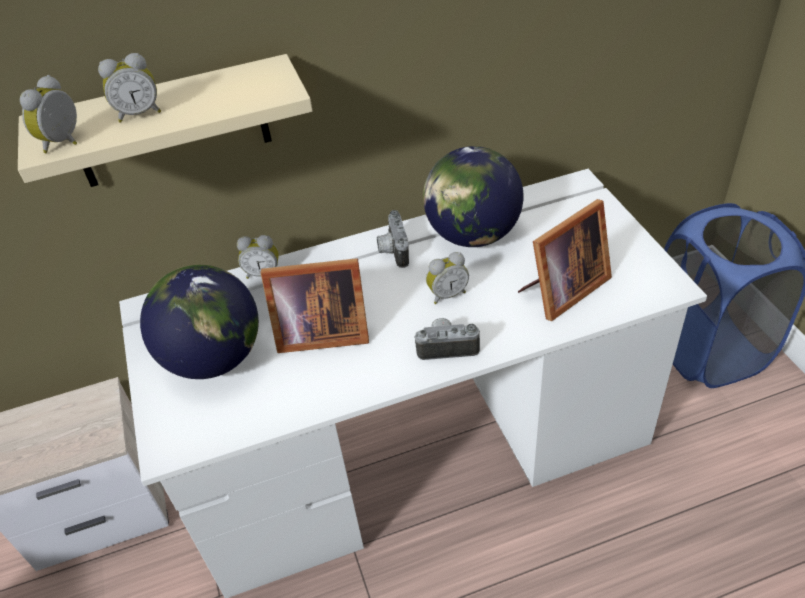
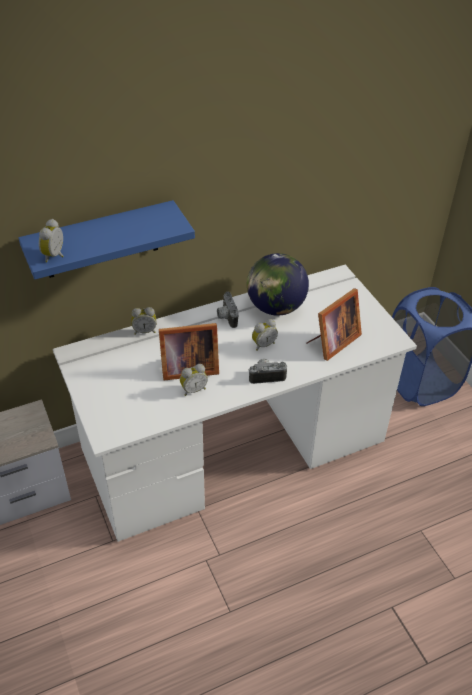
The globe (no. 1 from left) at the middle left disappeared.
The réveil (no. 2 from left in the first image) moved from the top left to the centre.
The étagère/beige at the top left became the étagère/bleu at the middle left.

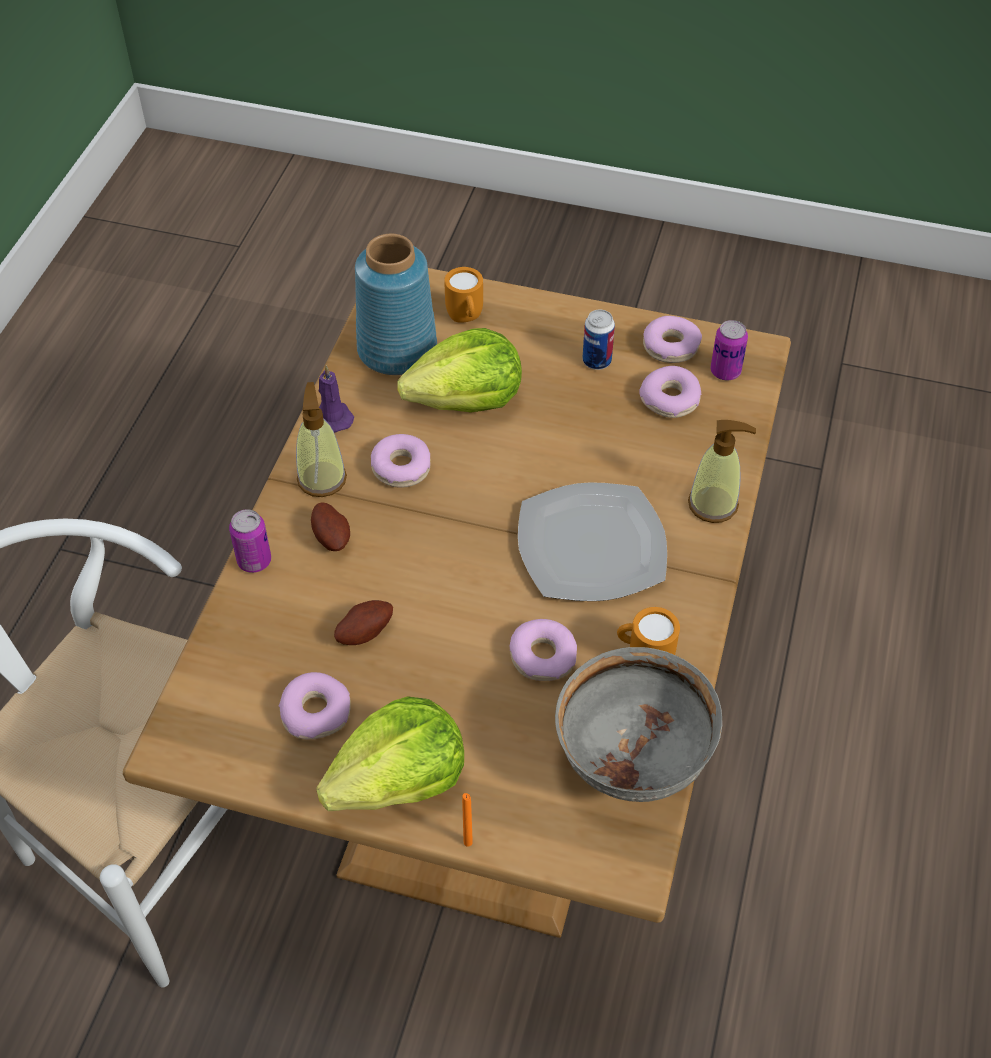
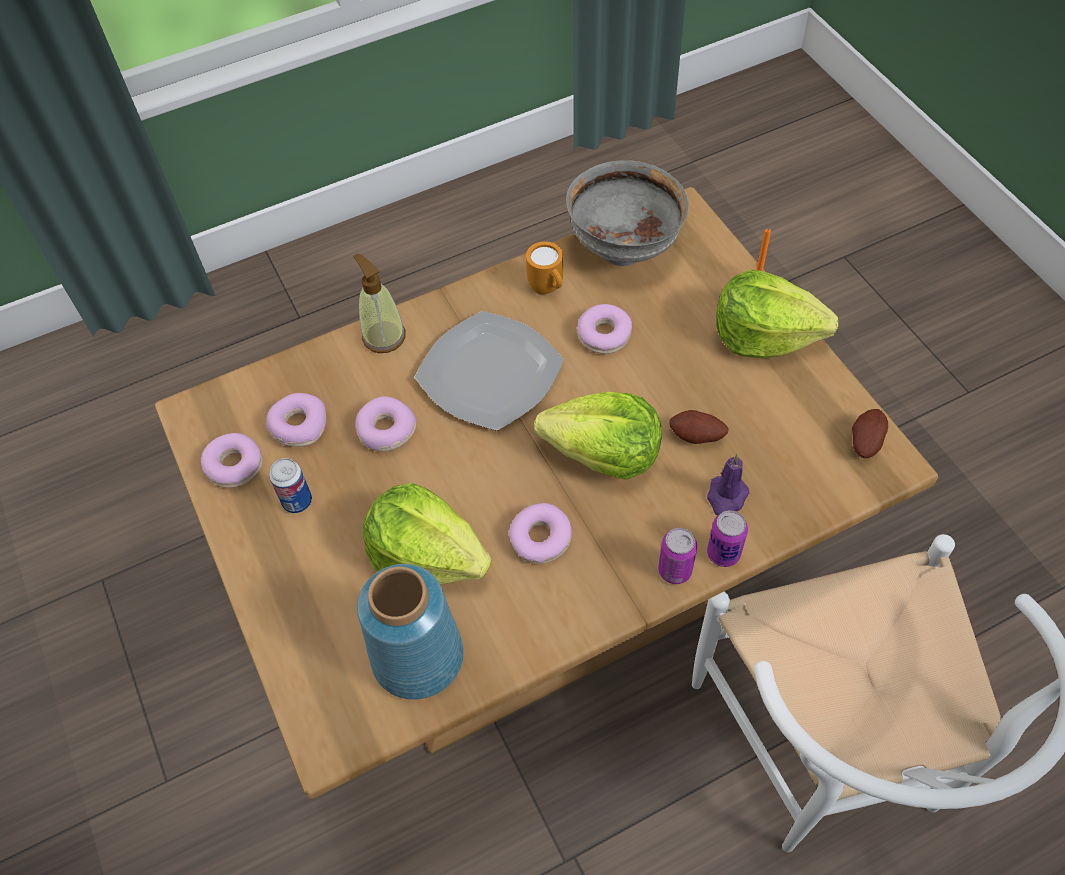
The distributeur de savon (no. 1 from left) at the middle left disappeared.
The mug/orange (no. 1 from left) at the top centre disappeared.
The laitue (no. 2 from left) at the centre appeared.
The beignet (no. 1 from left in the first image) moved from the bottom left to the centre.
The pomme de terre (no. 1 from left in the first image) moved from the middle left to the middle right.
The bougie/violet moved from the centre to the middle right.
The boîte métallique (no. 3 from left in the first image) moved from the top right to the centre.

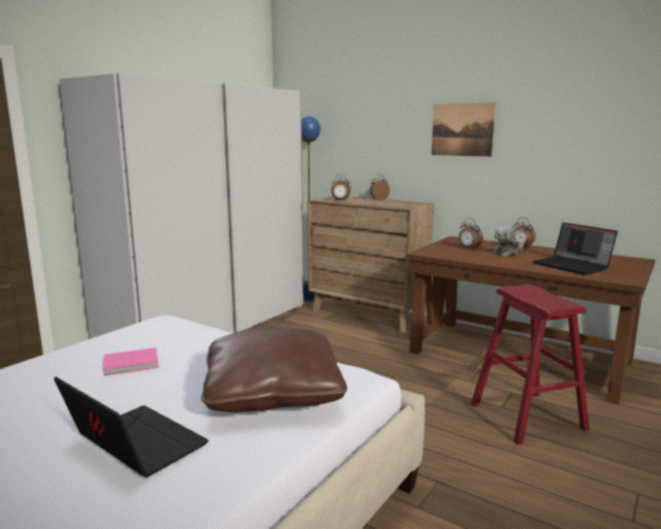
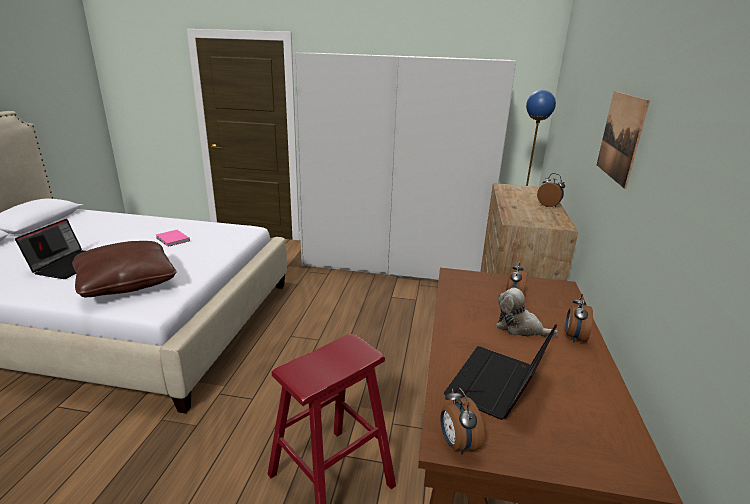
The réveil (no. 1 from left) moved from the centre to the bottom centre.

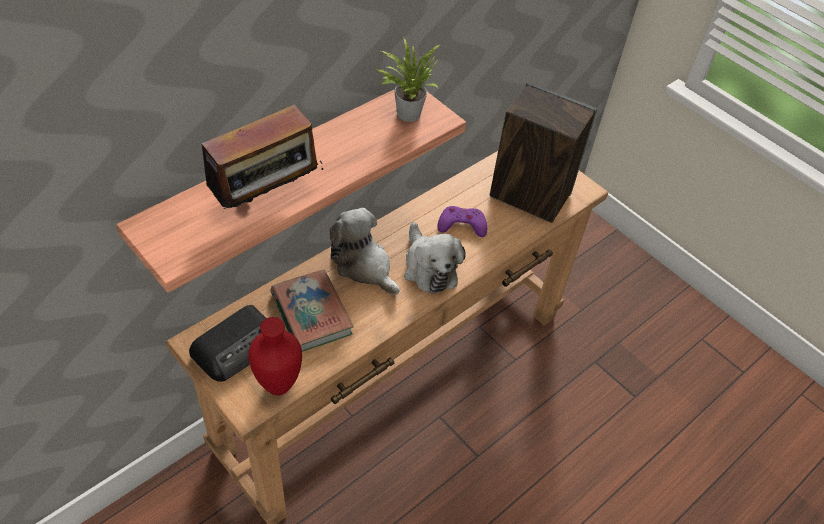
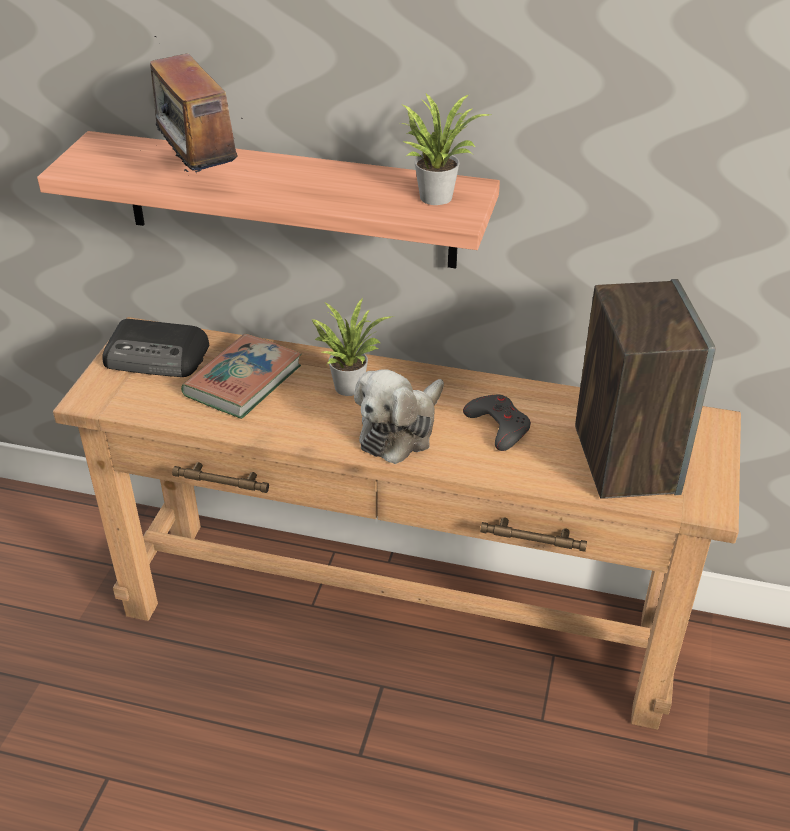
The vase/rouge at the bottom centre disappeared.
The peluche (no. 1 from left) at the centre was replaced by the plante en pot (no. 1 from left) at the centre.
The manette/violet at the centre became the manette/gris at the centre.
The radio (no. 2 from left) at the top left turned 45 degrees clockwise.

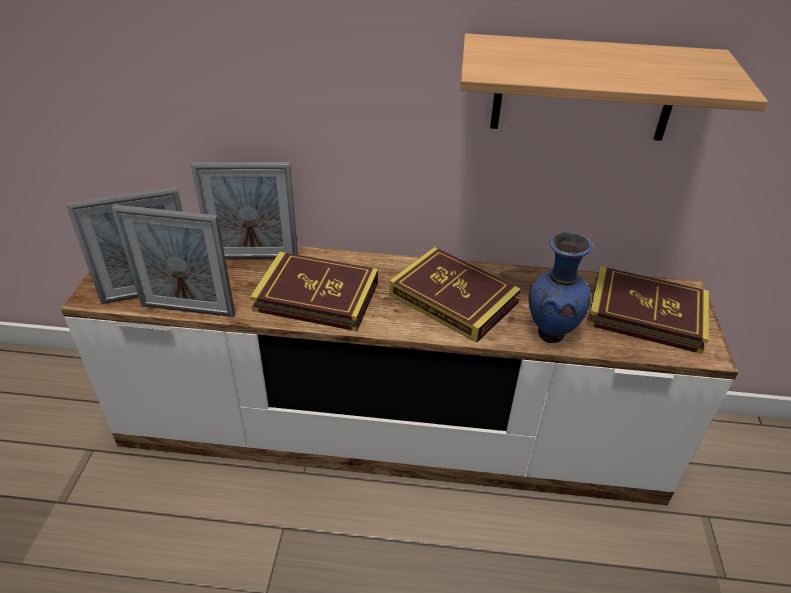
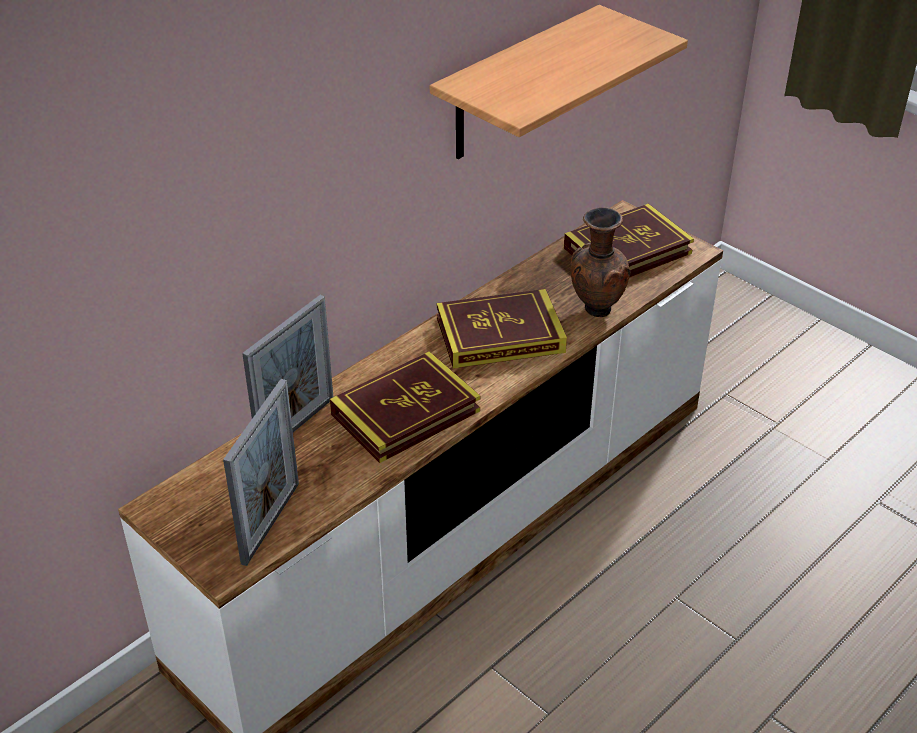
The cadre photo (no. 2 from left) at the middle left disappeared.
The vase/bleu at the middle right became the vase/marron at the centre.

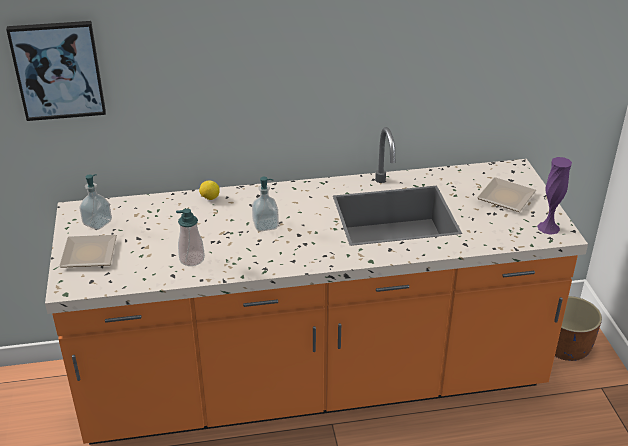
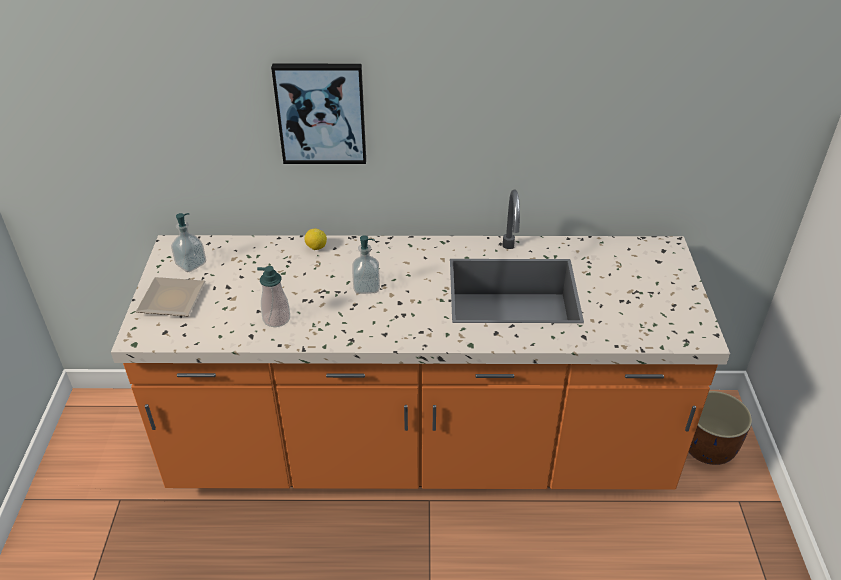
The assiette (no. 2 from left) at the middle right disappeared.
The vase/violet at the middle right disappeared.
The tableau moved from the top left to the top centre.

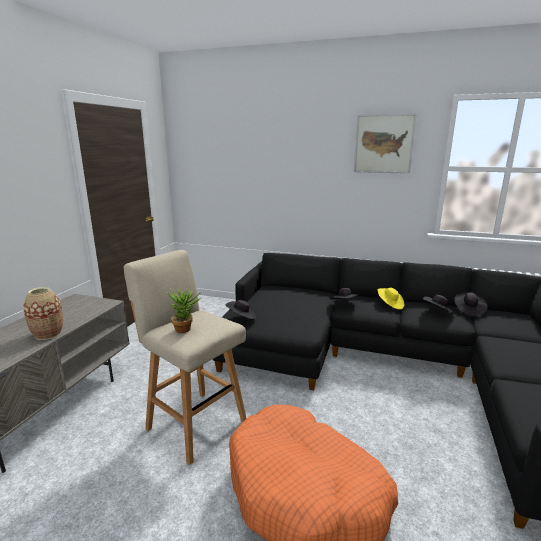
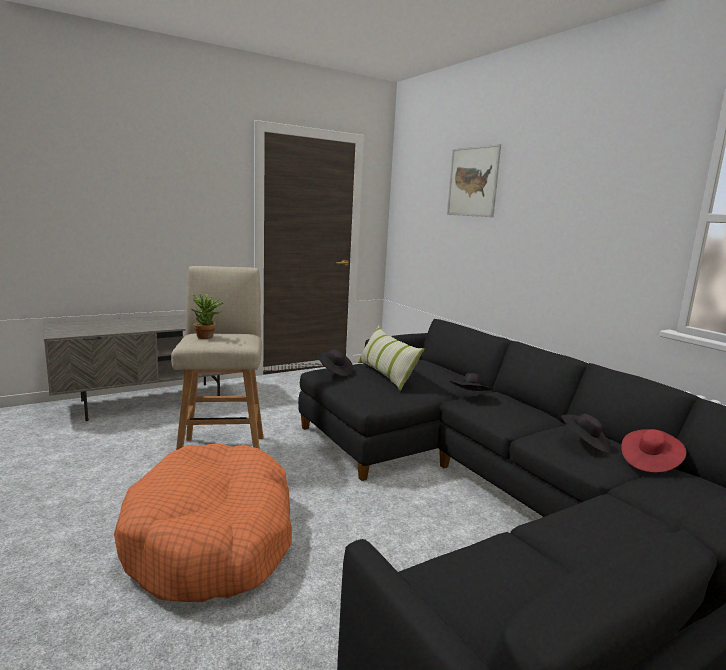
The vase at the middle left disappeared.
The chapeau/jaune at the middle right disappeared.
The coussin at the centre appeared.
The tableau moved from the top right to the top centre.
The chapeau/noir (no. 4 from left) at the middle right became the chapeau/rouge at the bottom right.

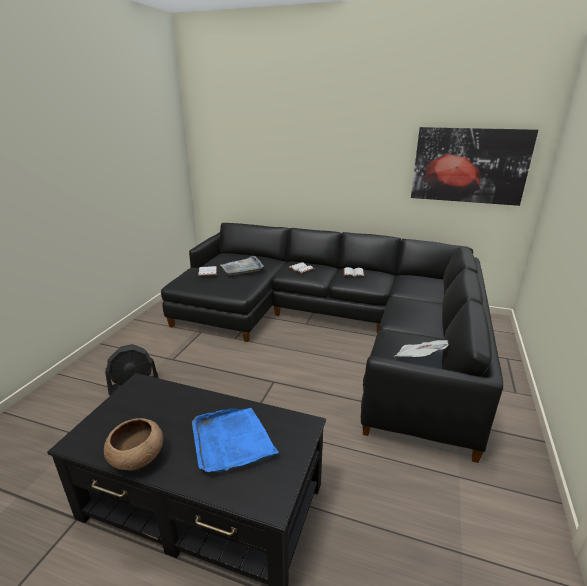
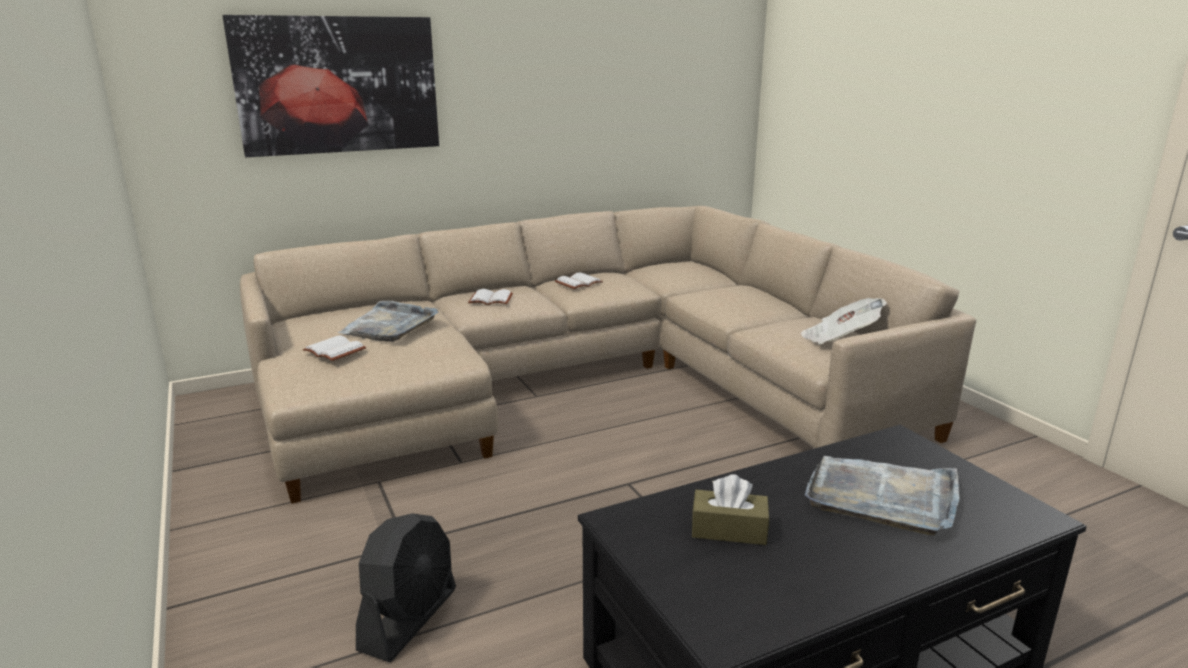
The bol/marron at the bottom left disappeared.
The boîte à mouchoirs/marron at the bottom centre appeared.
The tableau moved from the top right to the top left.
The canapé/noir at the centre became the canapé/beige at the centre.
The plateau/bleu at the bottom centre became the plateau/gris (no. 2 from left) at the bottom right.

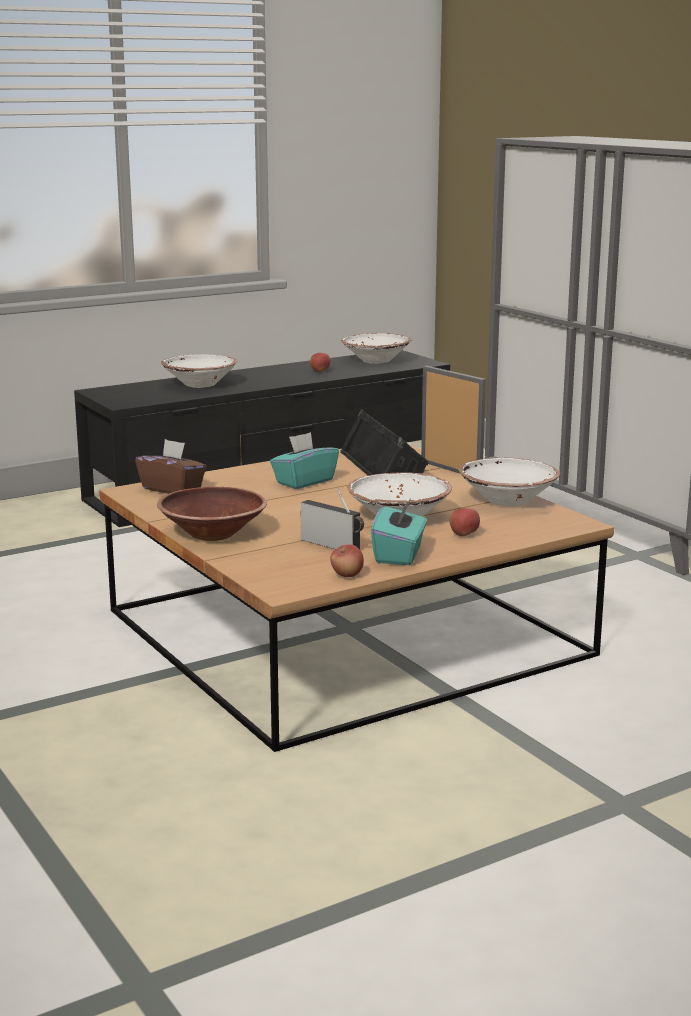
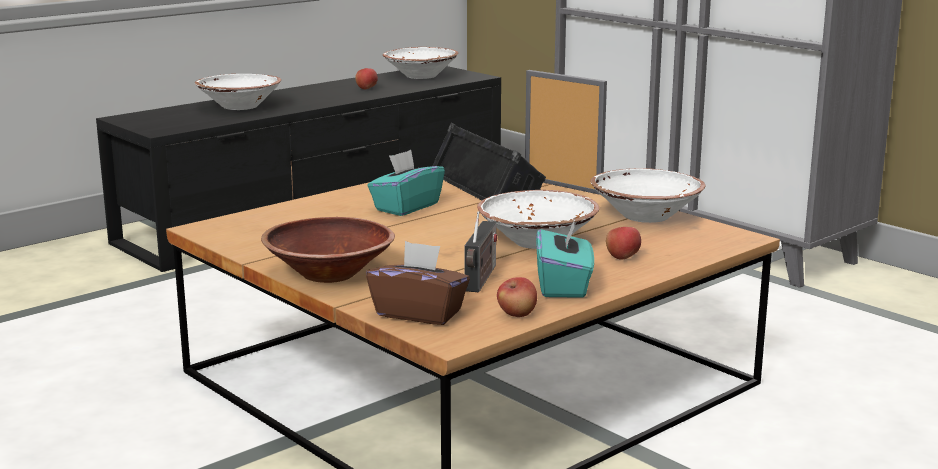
The boîte à mouchoirs/marron moved from the middle left to the centre.
The radio at the centre turned 75 degrees clockwise.

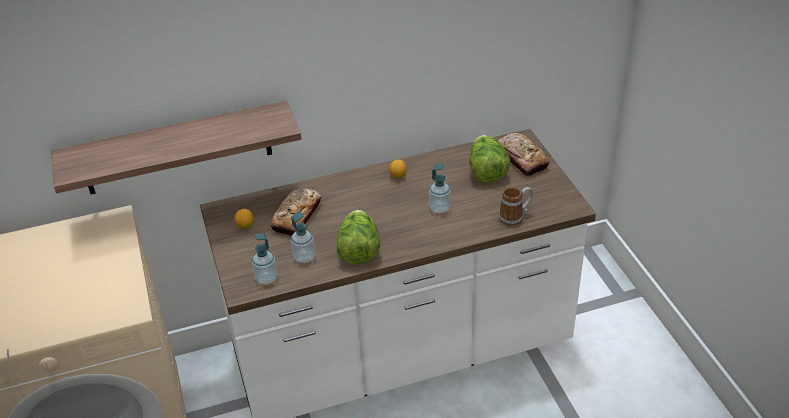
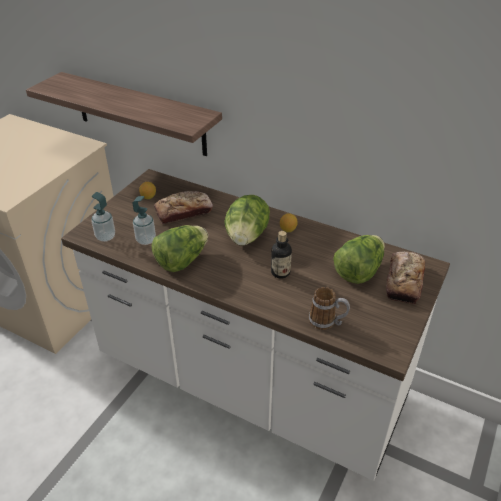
The laitue (no. 2 from left) at the centre appeared.
The distributeur de savon (no. 3 from left) at the centre was replaced by the bouteille at the centre.

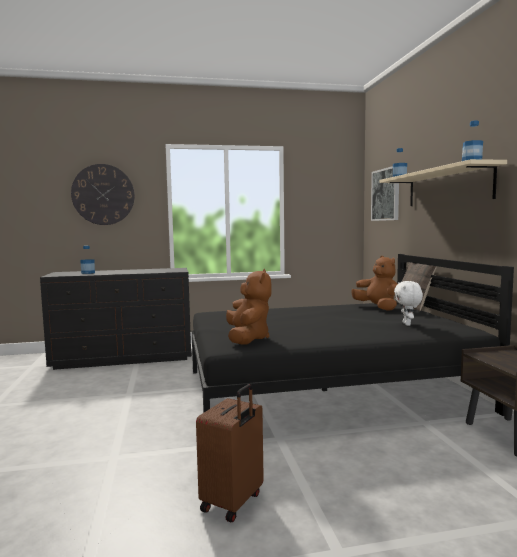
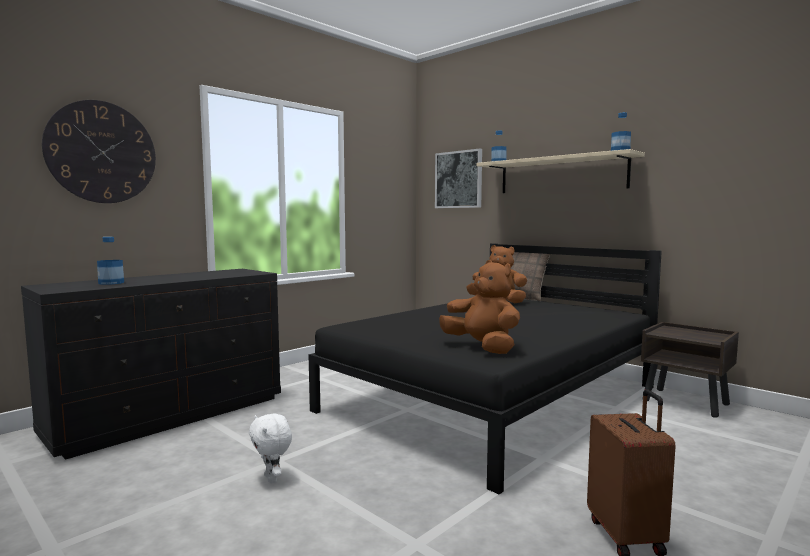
The peluche/blanc moved from the middle right to the bottom centre.

